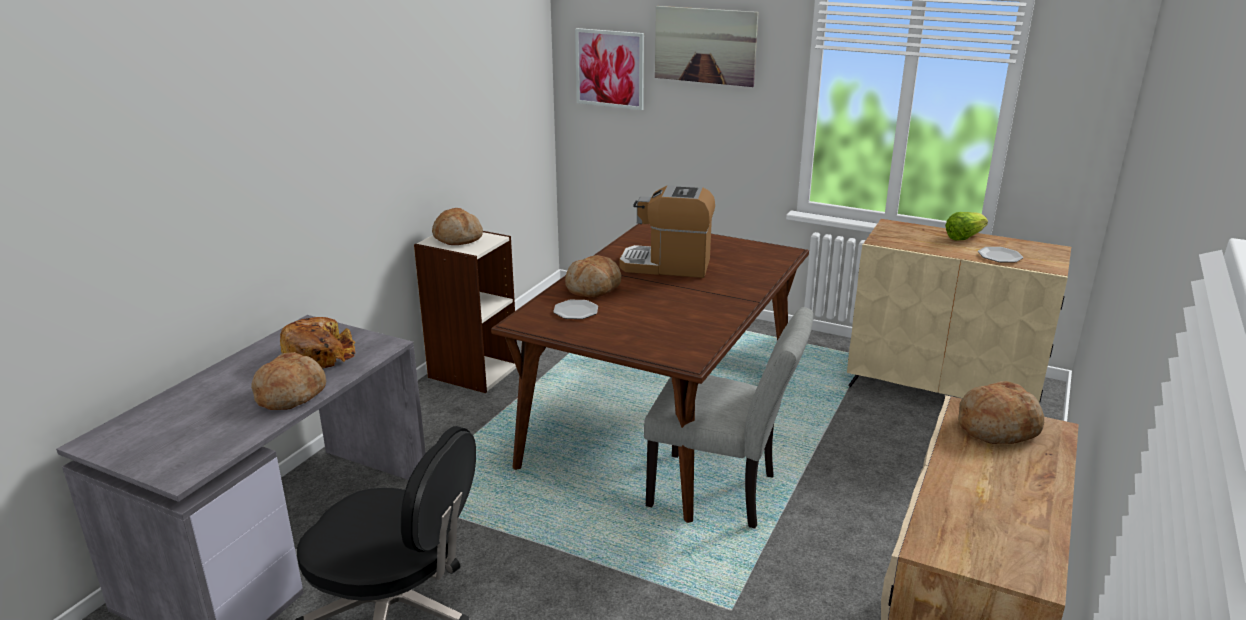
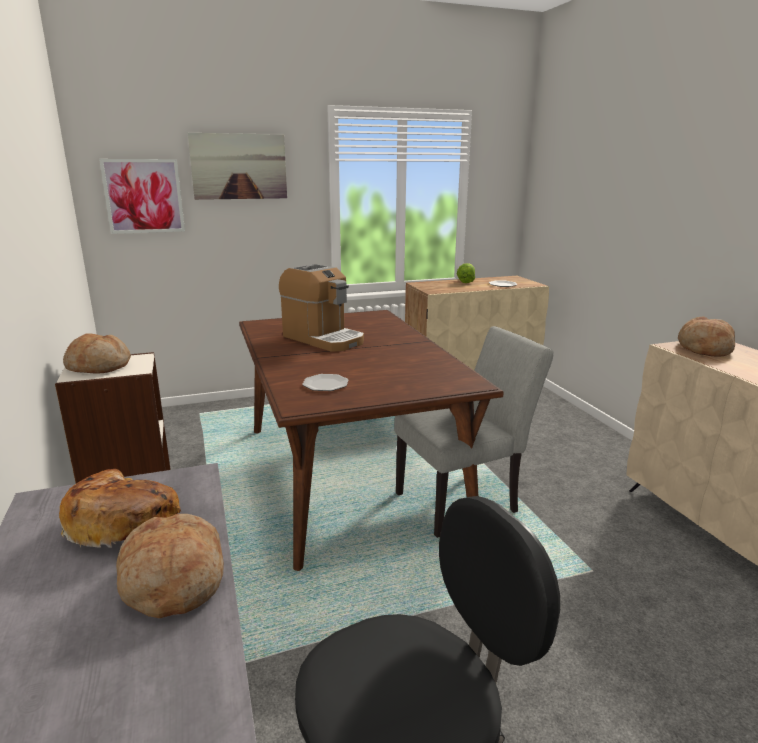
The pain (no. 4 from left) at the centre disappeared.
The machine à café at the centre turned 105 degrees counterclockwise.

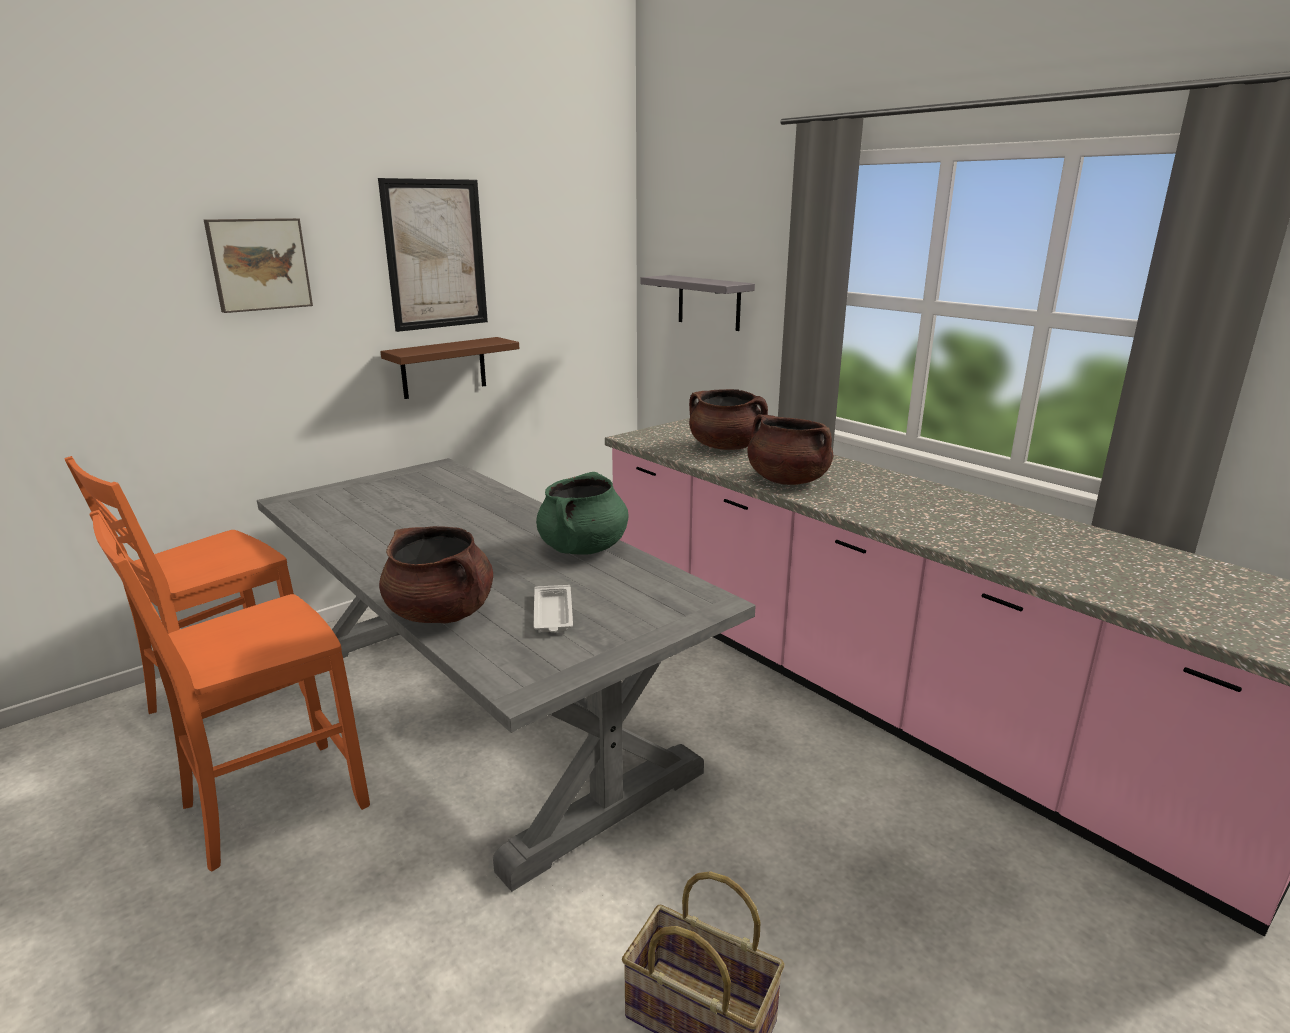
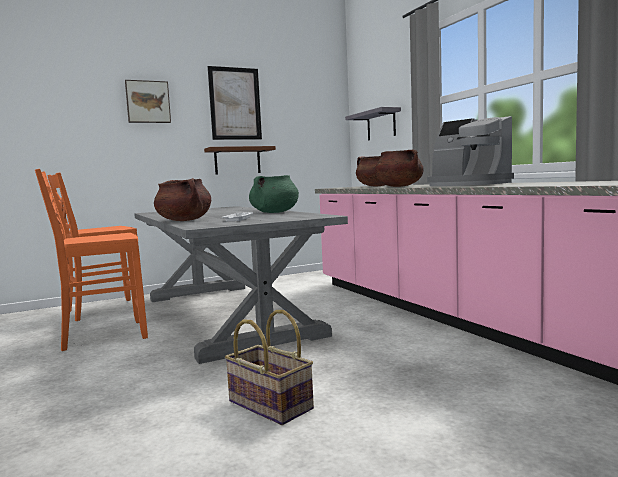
The machine à café at the top right appeared.

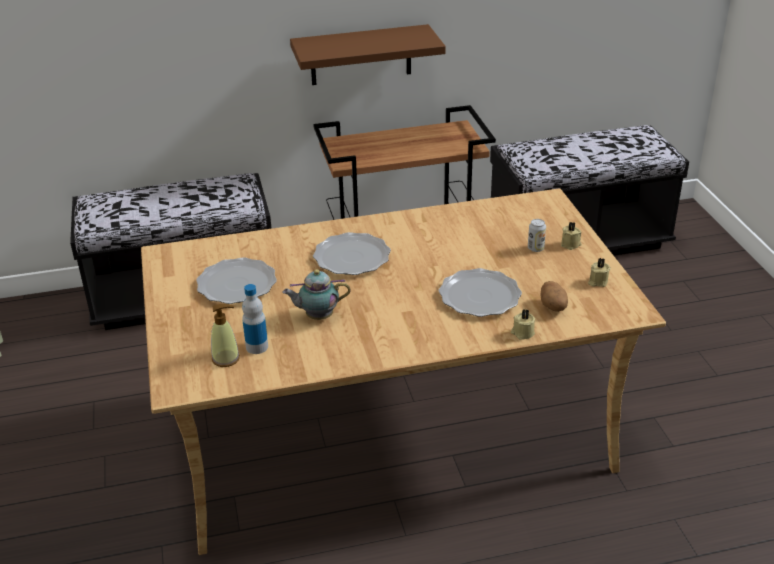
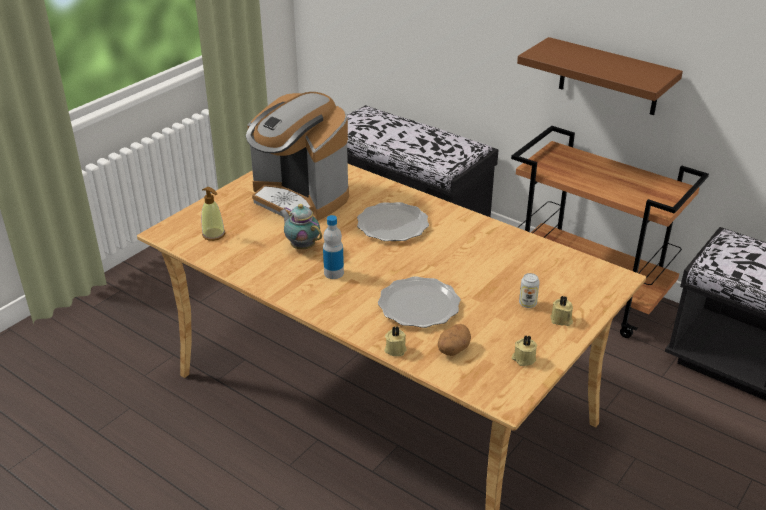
The bouteille moved from the middle left to the centre.
The assiette (no. 1 from left) at the middle left was replaced by the machine à café at the top centre.

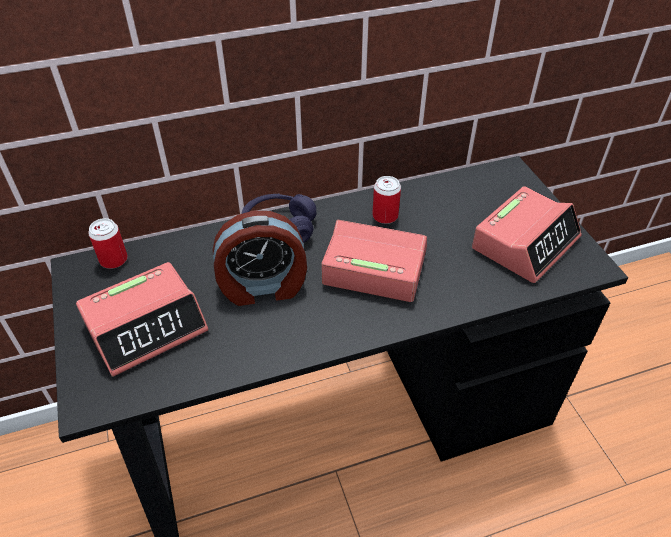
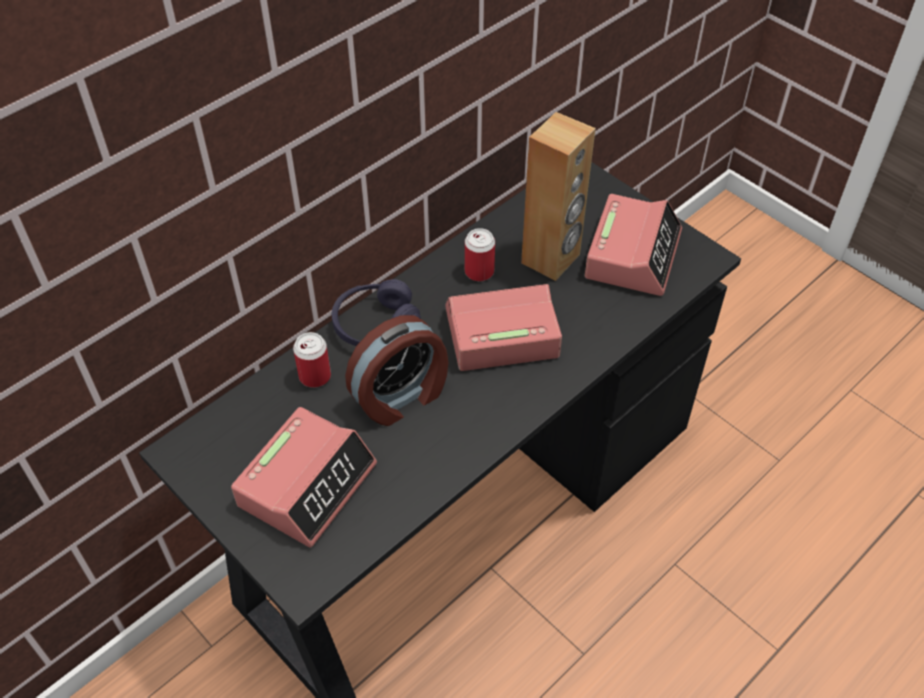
The enceinte/marron at the top centre appeared.
The boîte métallique (no. 1 from left) moved from the middle left to the centre.

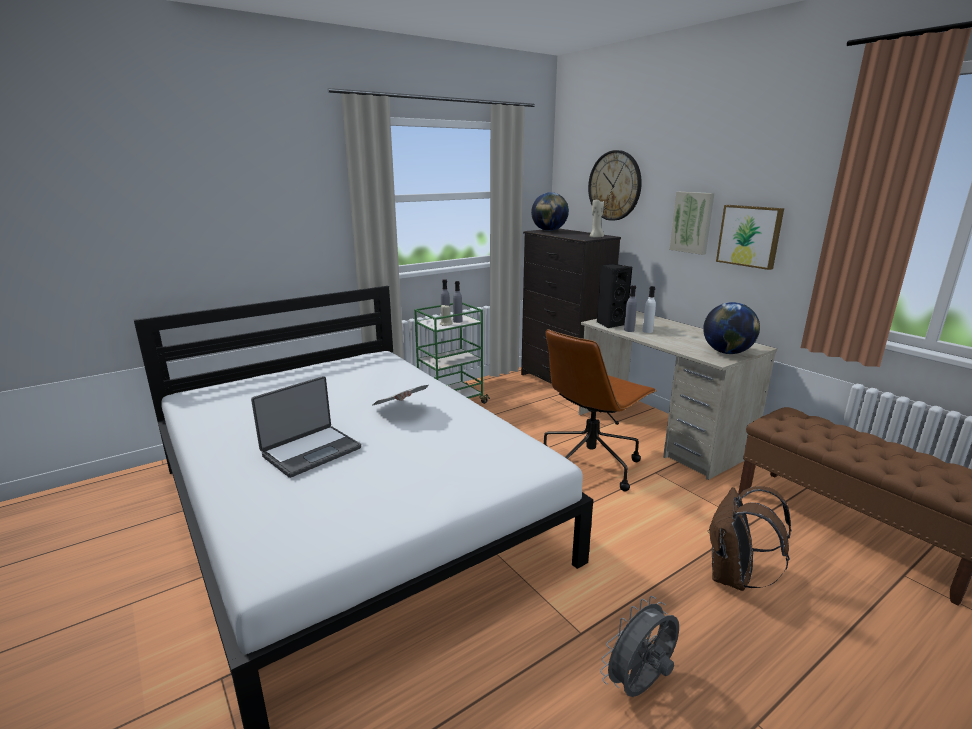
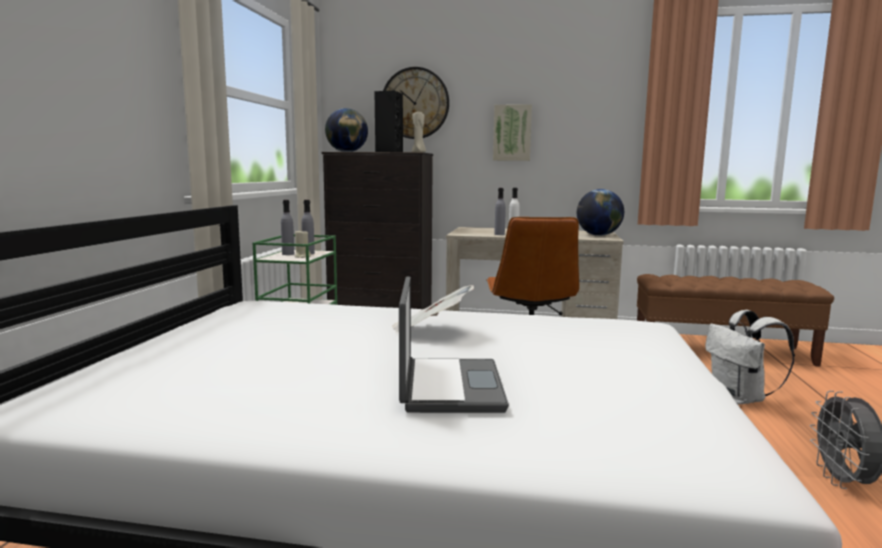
The tableau (no. 2 from left) at the top right disappeared.
The enceinte/noir moved from the centre to the top centre.
The sac à dos/marron at the bottom right became the sac à dos/blanc at the middle right.

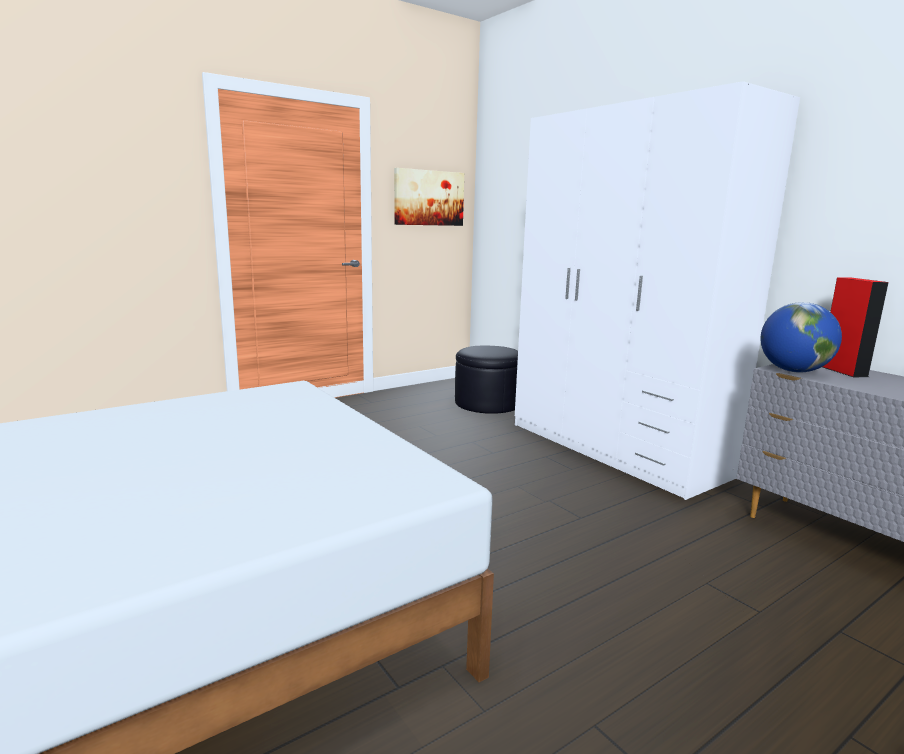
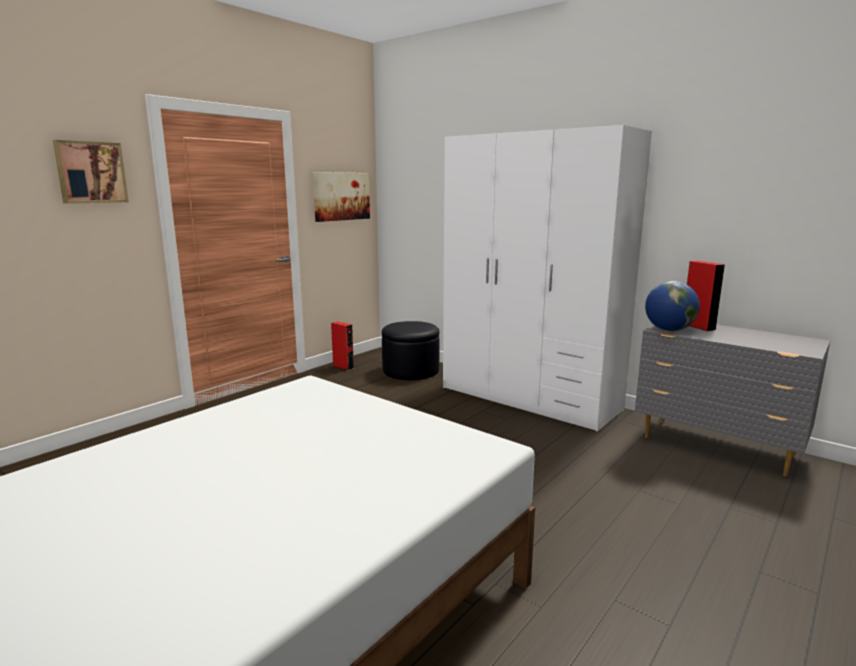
The tableau (no. 1 from left) at the top left appeared.
The enceinte/rouge (no. 1 from left) at the centre appeared.

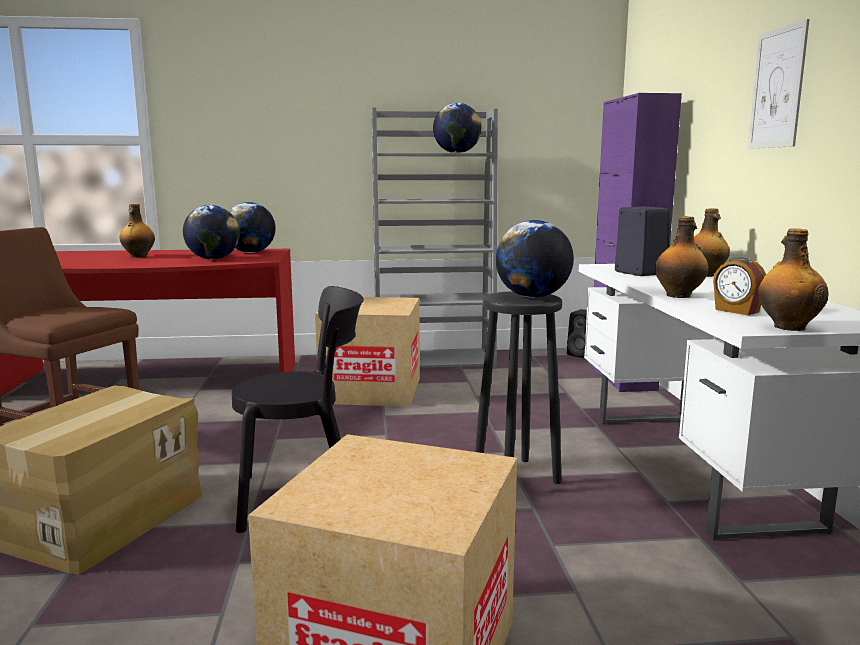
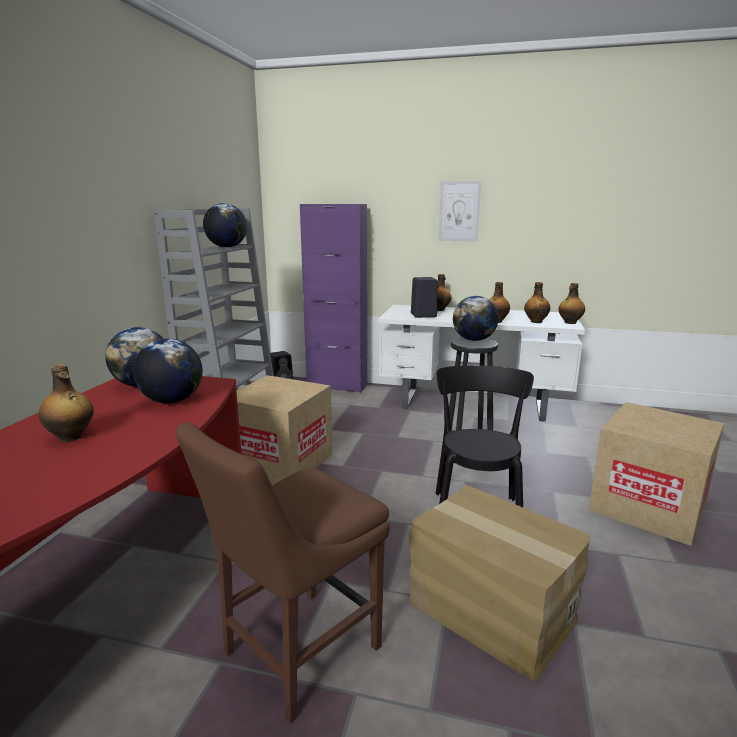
The réveil at the middle right was replaced by the bouteille (no. 4 from left) at the middle right.

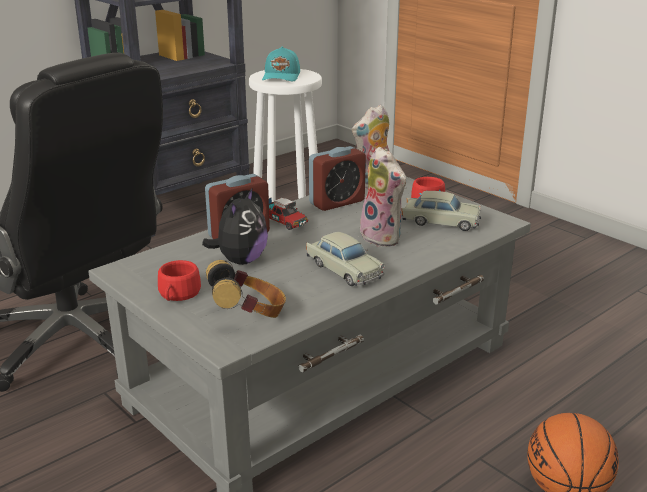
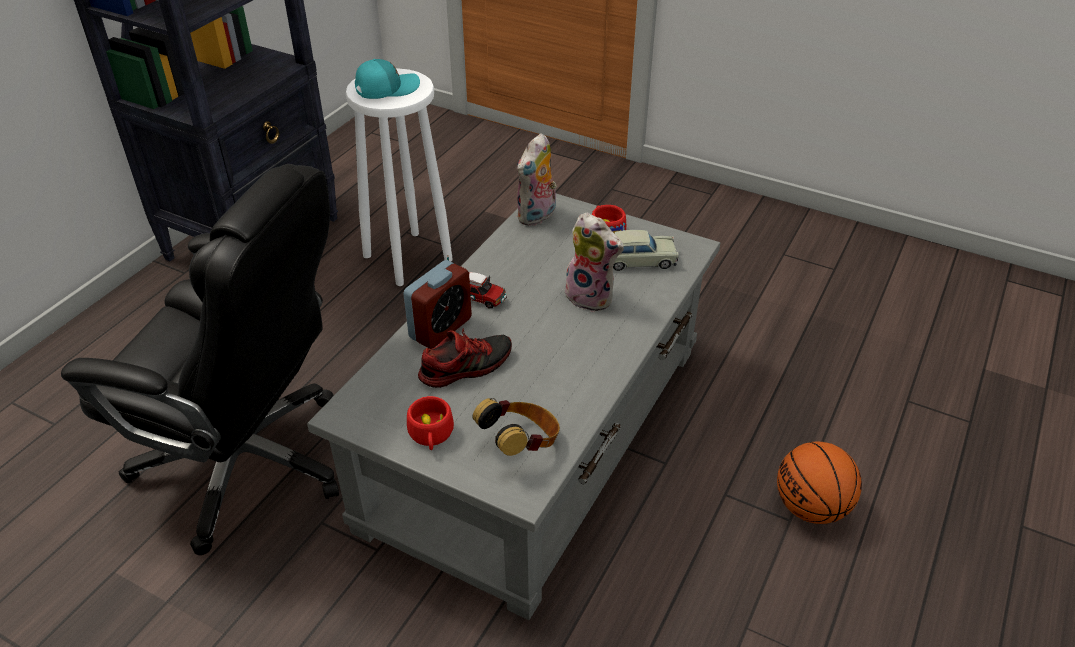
The petite voiture/beige (no. 1 from left) at the centre disappeared.
The réveil (no. 2 from left) at the centre disappeared.
The peluche (no. 1 from left) at the centre was replaced by the chaussure at the centre.
The casquette/turquoise at the top centre turned 105 degrees counterclockwise.

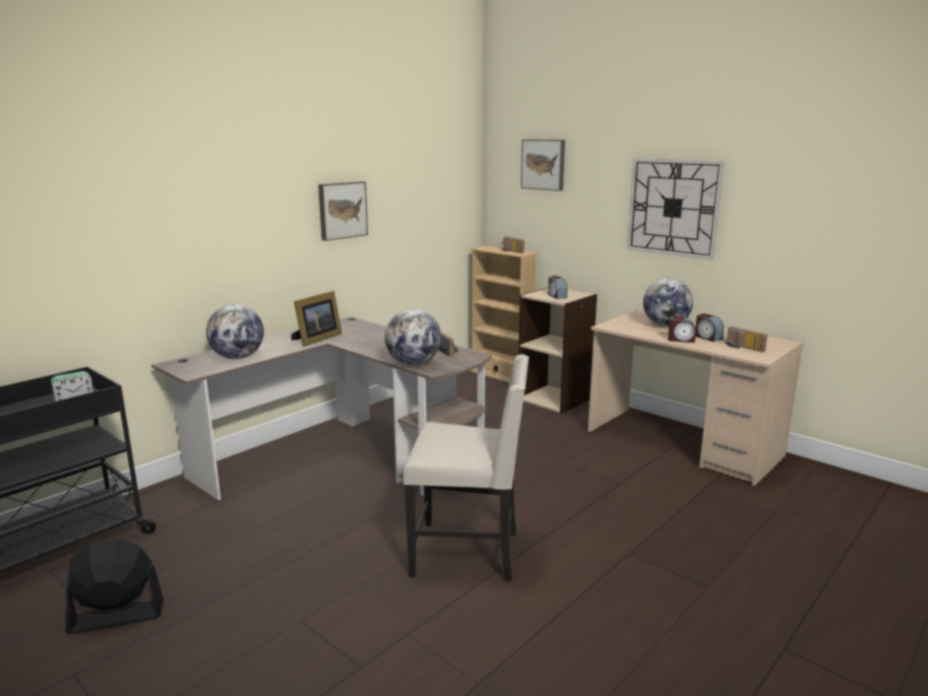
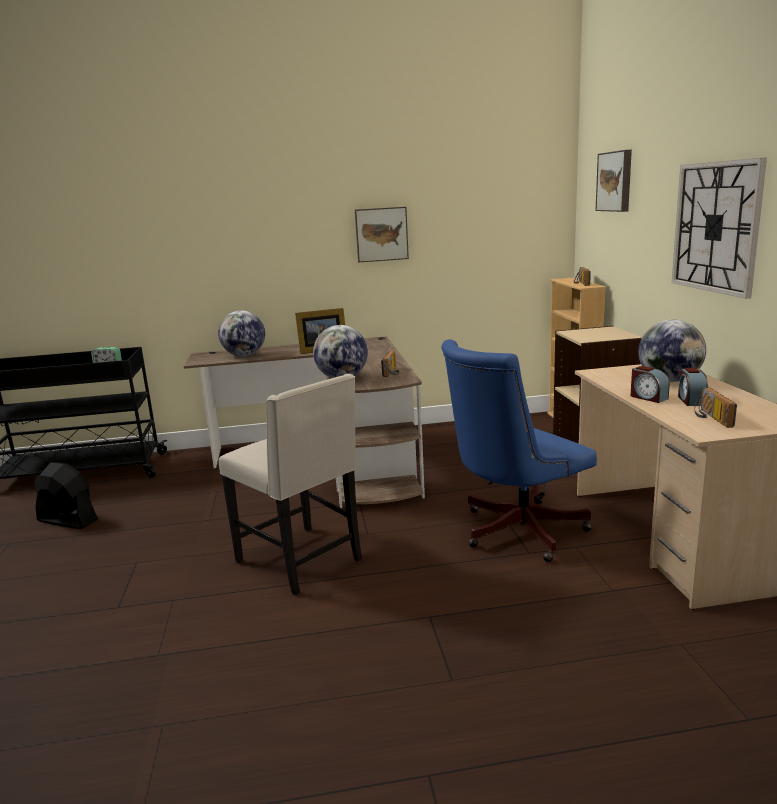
The réveil (no. 2 from left) at the centre disappeared.
The chaise de bureau/bleu at the middle right appeared.

